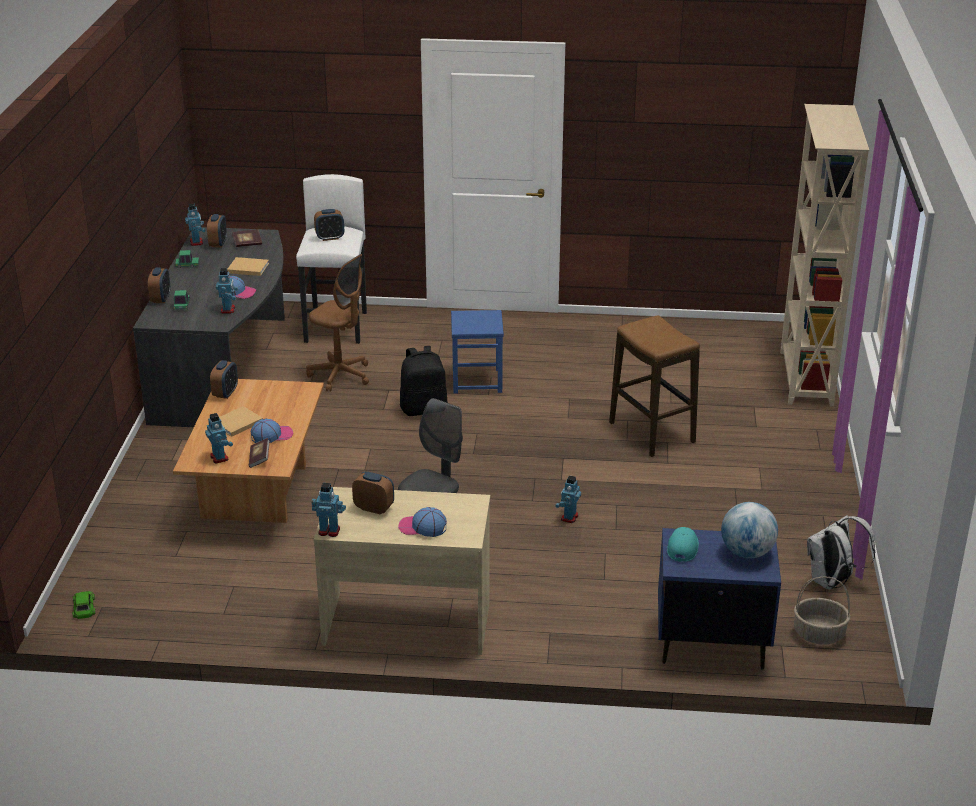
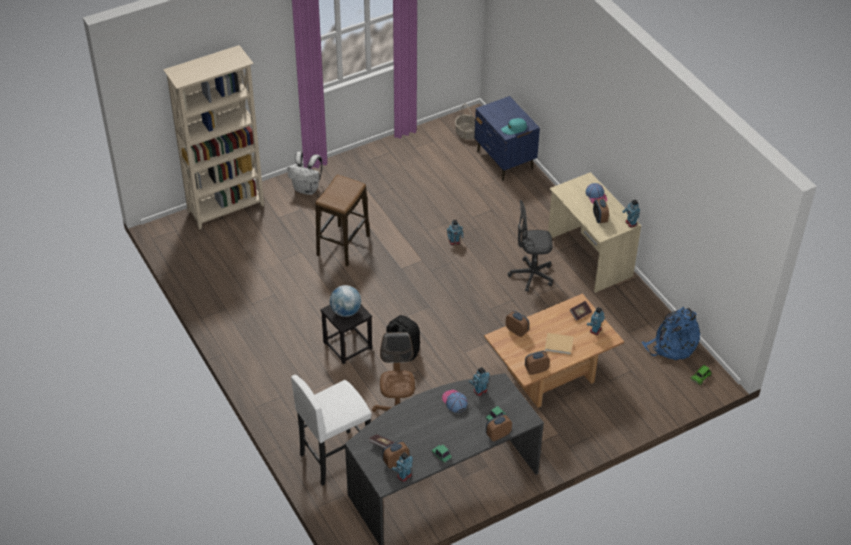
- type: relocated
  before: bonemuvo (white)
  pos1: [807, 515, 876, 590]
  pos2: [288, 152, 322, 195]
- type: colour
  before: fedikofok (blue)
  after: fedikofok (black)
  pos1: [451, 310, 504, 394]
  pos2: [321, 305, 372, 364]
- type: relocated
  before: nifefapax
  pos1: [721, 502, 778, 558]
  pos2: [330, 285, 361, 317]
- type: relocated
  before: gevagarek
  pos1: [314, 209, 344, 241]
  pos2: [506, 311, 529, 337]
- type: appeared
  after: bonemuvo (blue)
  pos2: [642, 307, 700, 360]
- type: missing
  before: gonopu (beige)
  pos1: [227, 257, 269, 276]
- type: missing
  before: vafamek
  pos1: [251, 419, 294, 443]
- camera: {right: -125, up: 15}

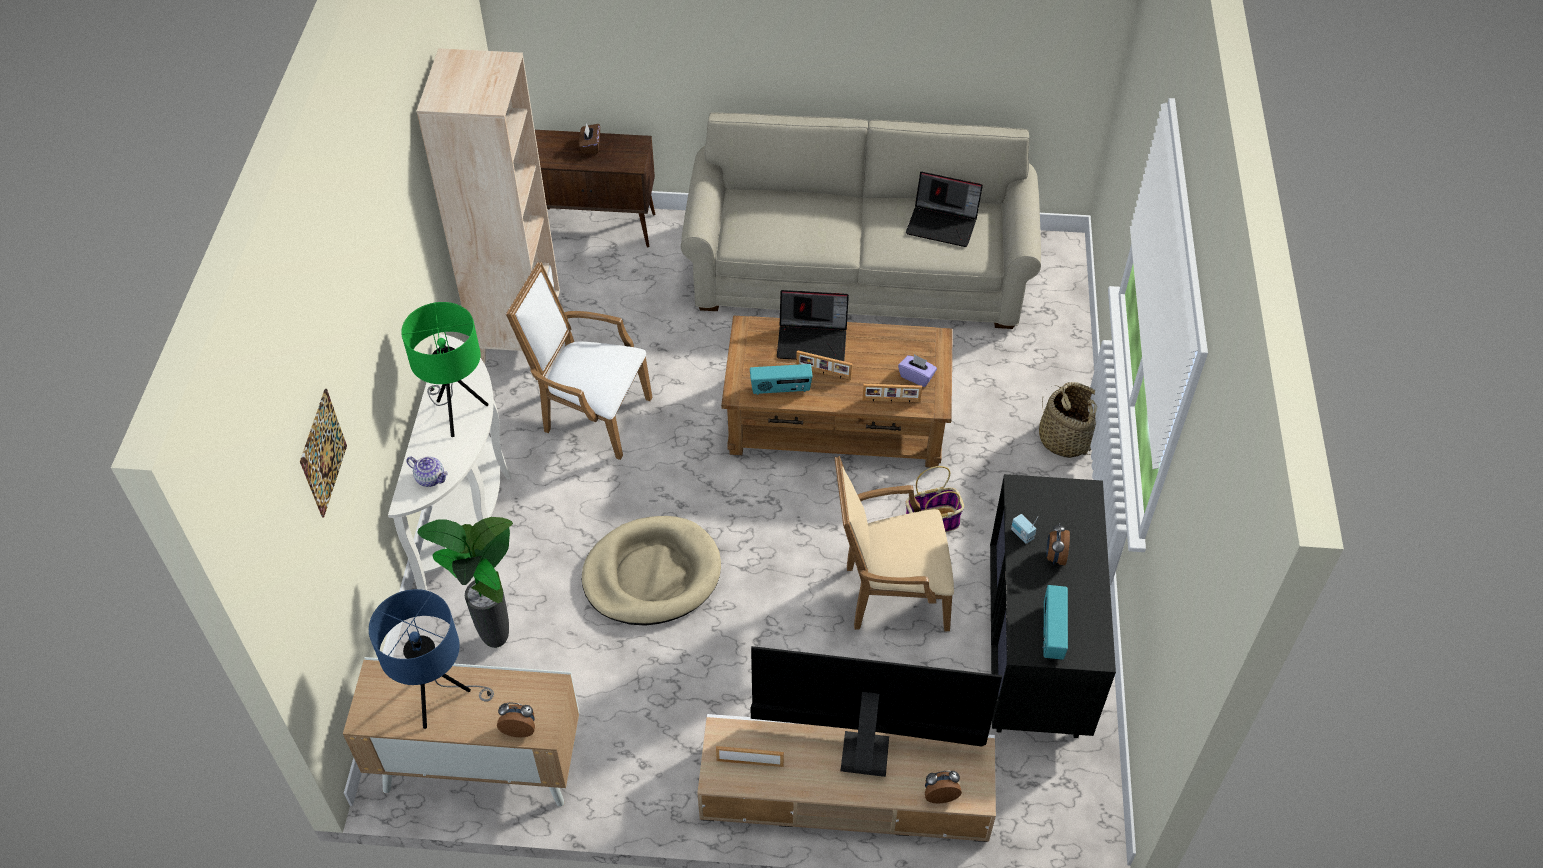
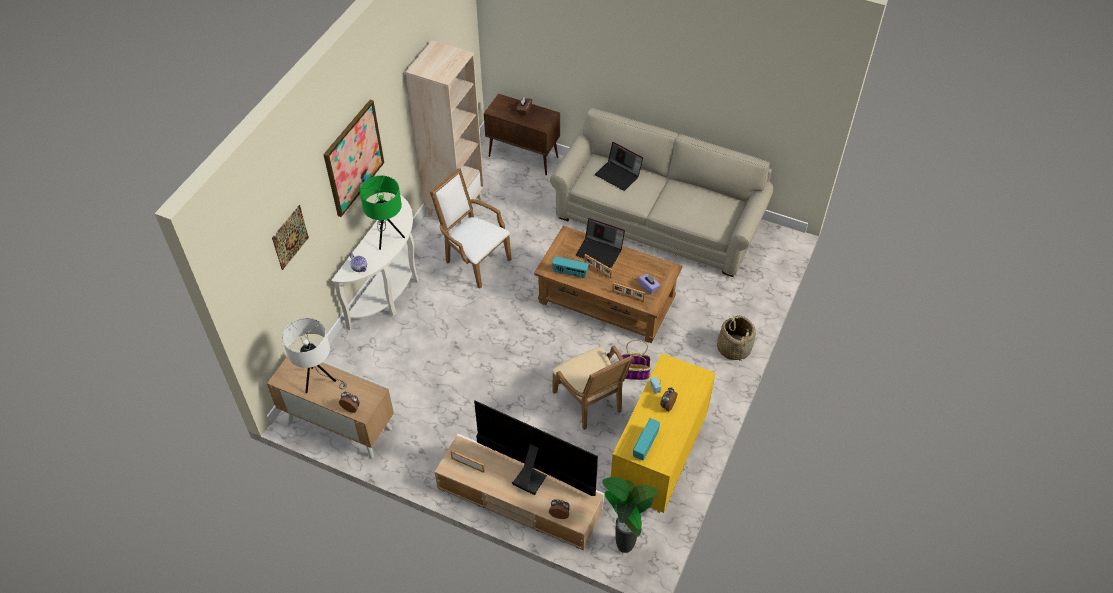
- type: colour
  before: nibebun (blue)
  after: nibebun (white)
  pos1: [369, 589, 494, 729]
  pos2: [282, 318, 347, 393]
- type: appeared
  after: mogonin
  pos2: [323, 100, 384, 217]
- type: spun
  before: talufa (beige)
  pos1: [834, 456, 954, 631]
  pos2: [552, 345, 634, 430]
  turn: -135
- type: relocated
  before: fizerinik
  pos1: [906, 172, 983, 247]
  pos2: [595, 142, 643, 191]
- type: relocated
  before: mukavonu
  pos1: [417, 517, 513, 648]
  pos2: [602, 477, 659, 553]
- type: colour
  before: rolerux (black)
  after: rolerux (yellow)
  pos1: [990, 474, 1116, 738]
  pos2: [611, 353, 716, 513]
- type: missing
  before: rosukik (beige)
  pos1: [582, 516, 721, 626]
- camera: {right: 20, up: 0}

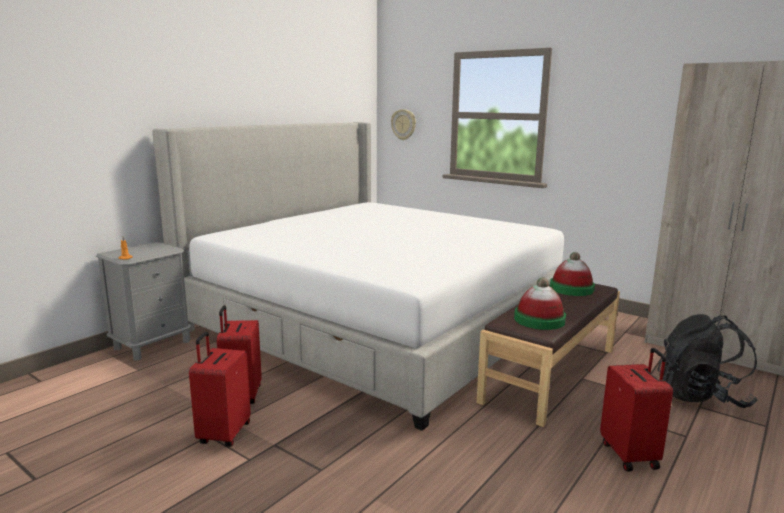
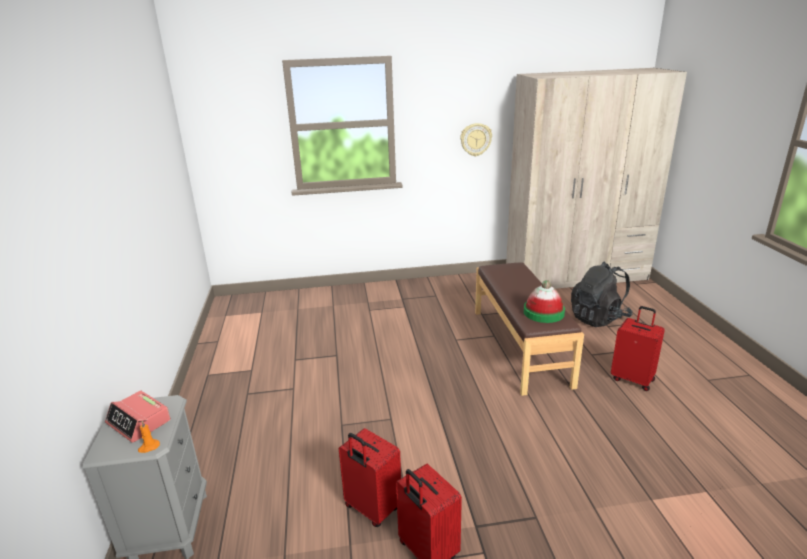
- type: appeared
  after: gevagarek
  pos2: [105, 390, 171, 443]
- type: relocated
  before: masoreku
  pos1: [391, 109, 416, 140]
  pos2: [460, 123, 492, 157]
- type: missing
  before: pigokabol
  pos1: [152, 122, 564, 431]
- type: missing
  before: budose
  pos1: [550, 252, 595, 296]
- camera: {right: -45, up: 10}

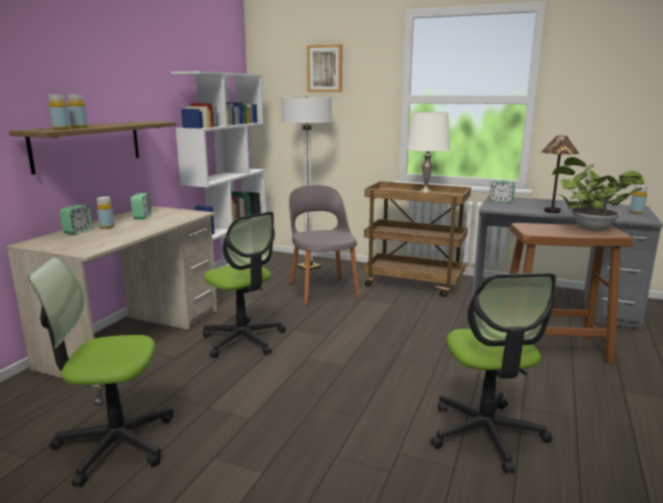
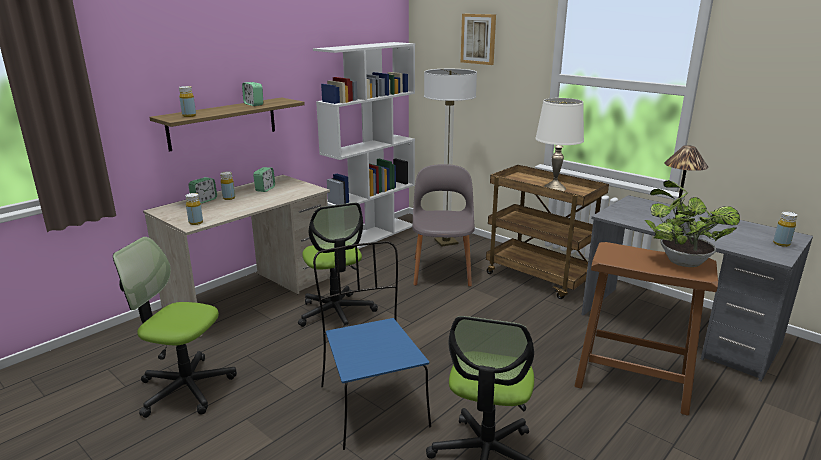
- type: relocated
  before: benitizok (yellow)
  pos1: [68, 94, 88, 128]
  pos2: [185, 193, 203, 225]
- type: relocated
  before: gevagarek
  pos1: [490, 180, 515, 202]
  pos2: [242, 82, 263, 106]
- type: appeared
  after: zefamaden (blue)
  pos2: [313, 241, 431, 450]
- camera: {right: 20, up: 5}

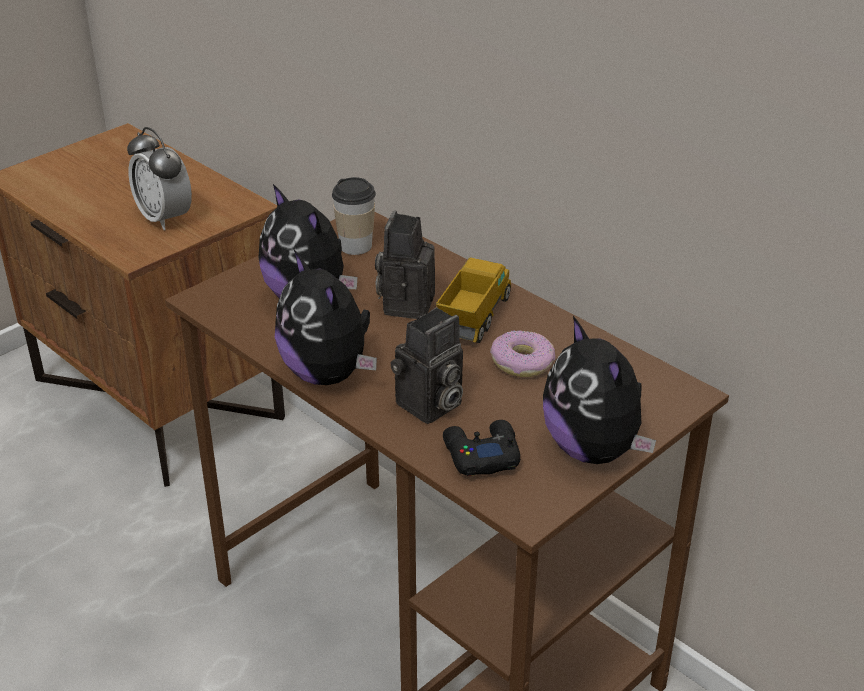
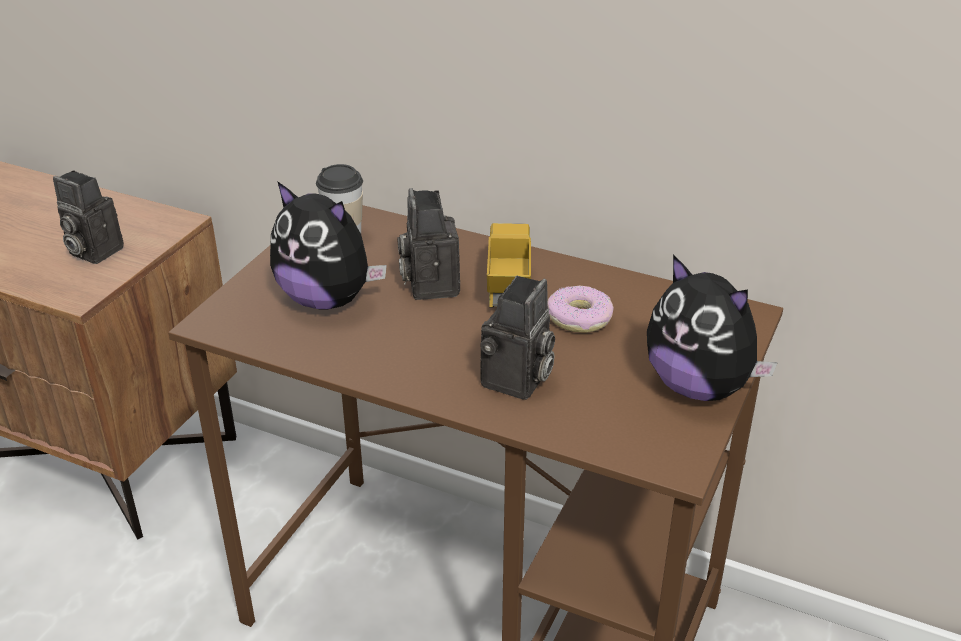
- type: exchanged
  before: gevagarek
  after: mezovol
  pos1: [127, 127, 192, 230]
  pos2: [53, 170, 124, 264]
- type: missing
  before: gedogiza
  pos1: [275, 250, 377, 385]
- type: missing
  before: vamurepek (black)
  pos1: [443, 420, 520, 476]
- camera: {right: -20, up: 0}

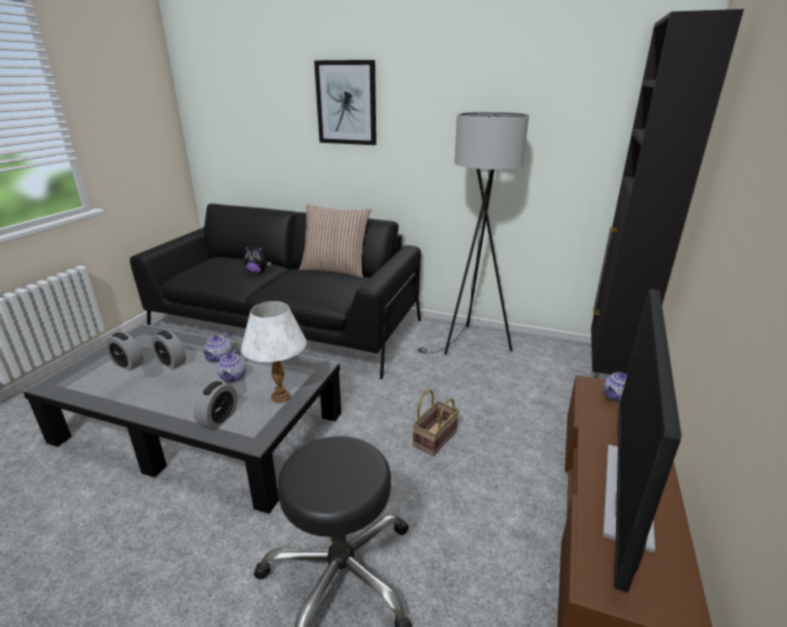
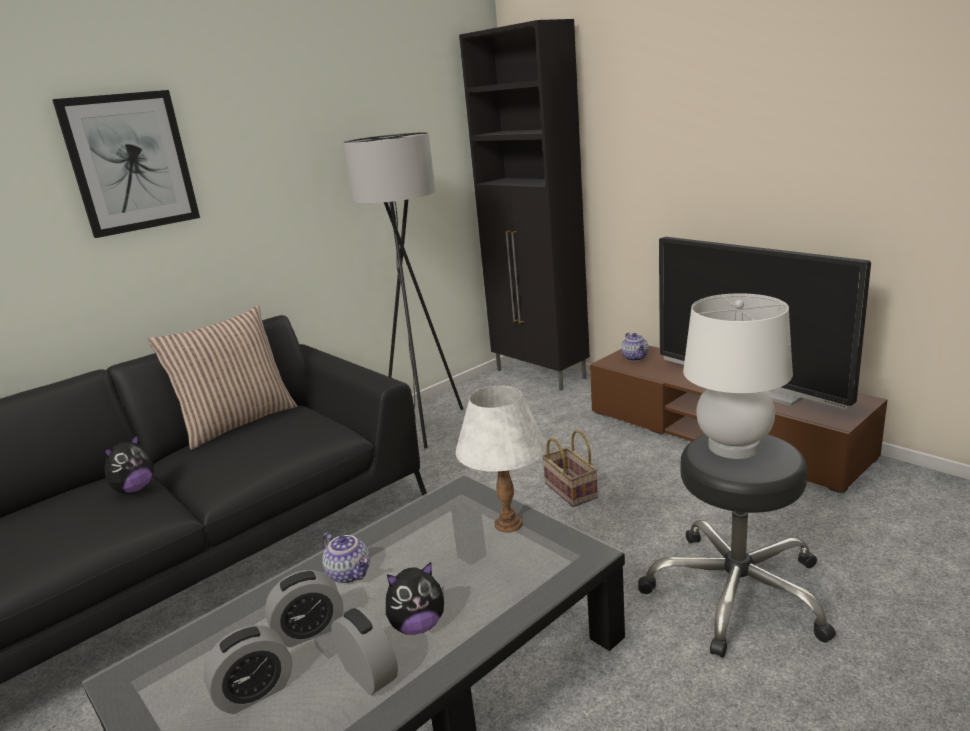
- type: relocated
  before: gevagarek
  pos1: [194, 381, 237, 430]
  pos2: [331, 607, 398, 695]
- type: appeared
  after: gedogiza
  pos2: [386, 562, 444, 635]
- type: appeared
  after: nibebun (white)
  pos2: [683, 293, 793, 459]
- type: missing
  before: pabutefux
  pos1: [217, 349, 247, 383]
- camera: {right: -60, up: -5}

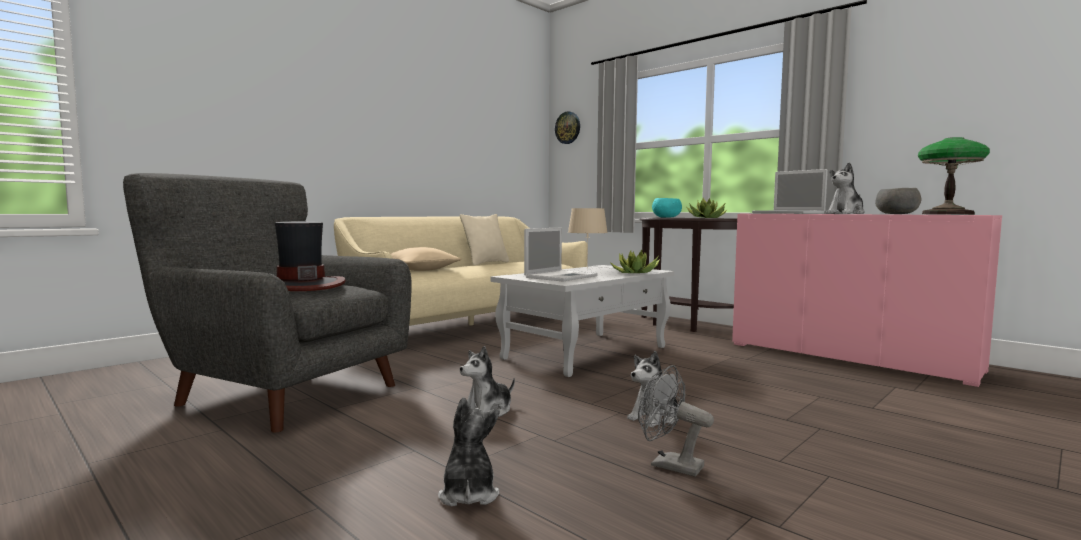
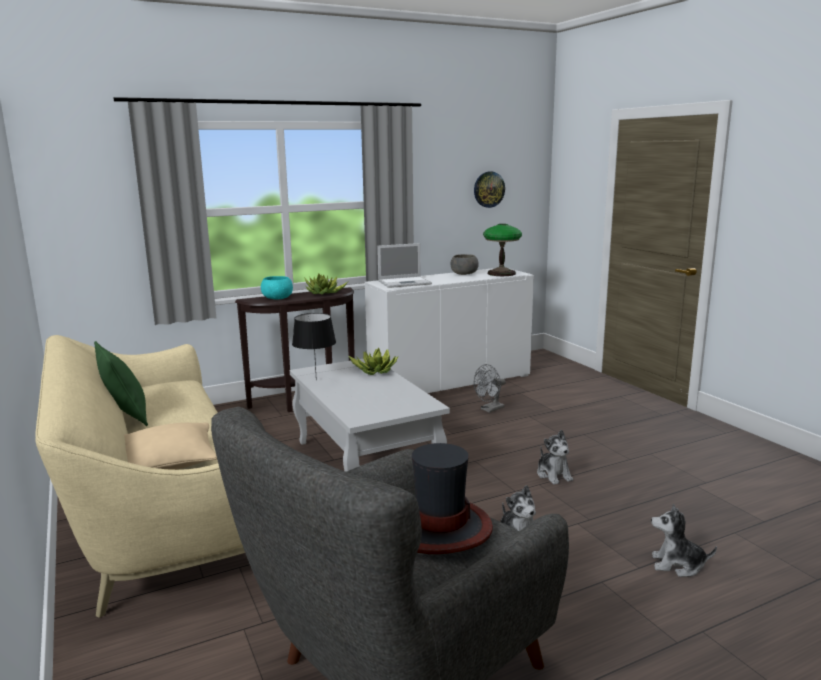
- type: colour
  before: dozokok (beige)
  after: dozokok (green)
  pos1: [460, 214, 509, 266]
  pos2: [94, 341, 148, 426]
- type: colour
  before: nibebun (beige)
  after: nibebun (black)
  pos1: [568, 208, 608, 265]
  pos2: [292, 313, 336, 381]
- type: colour
  before: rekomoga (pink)
  after: rekomoga (white)
  pos1: [732, 214, 1002, 387]
  pos2: [365, 268, 534, 393]
- type: relocated
  before: masoreku
  pos1: [555, 111, 580, 144]
  pos2: [474, 172, 505, 208]
- type: relocated
  before: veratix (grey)
  pos1: [638, 365, 714, 477]
  pos2: [474, 364, 506, 413]
- type: missing
  before: fizerinik
  pos1: [524, 228, 598, 281]
- type: missing
  before: gedogiza
  pos1: [826, 162, 865, 214]
- camera: {right: -70, up: 10}

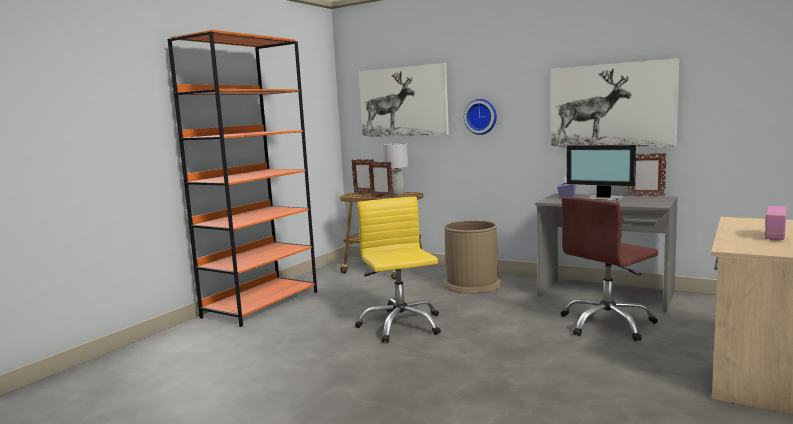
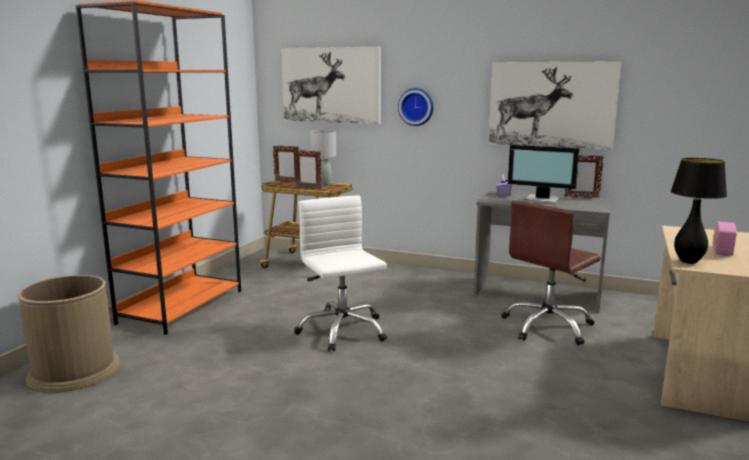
- type: relocated
  before: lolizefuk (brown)
  pos1: [443, 220, 502, 294]
  pos2: [18, 275, 120, 393]
- type: colour
  before: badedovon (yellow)
  after: badedovon (white)
  pos1: [355, 197, 441, 343]
  pos2: [294, 195, 387, 352]
- type: appeared
  after: nibebun (black)
  pos2: [670, 158, 727, 264]
- camera: {right: -10, up: 5}

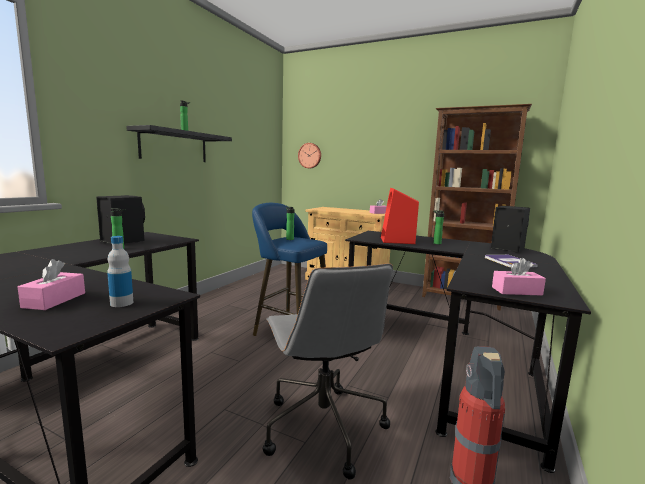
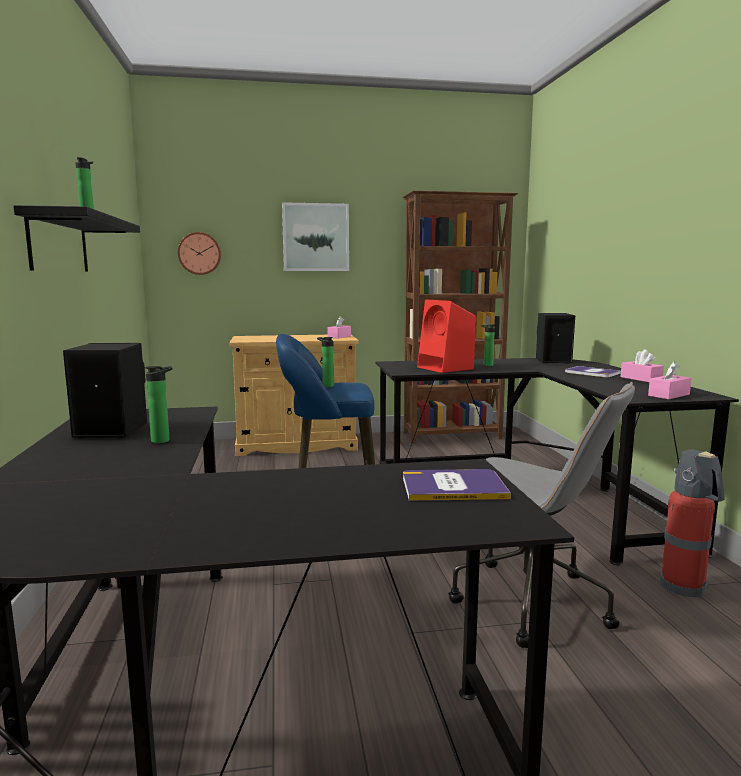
- type: appeared
  after: mogonin
  pos2: [282, 202, 349, 271]
- type: exchanged
  before: benitizok
  after: gonopu
  pos1: [107, 236, 133, 307]
  pos2: [403, 469, 511, 501]
- type: relocated
  before: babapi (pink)
  pos1: [17, 259, 85, 310]
  pos2: [621, 349, 664, 382]
- camera: {right: -35, up: 0}

